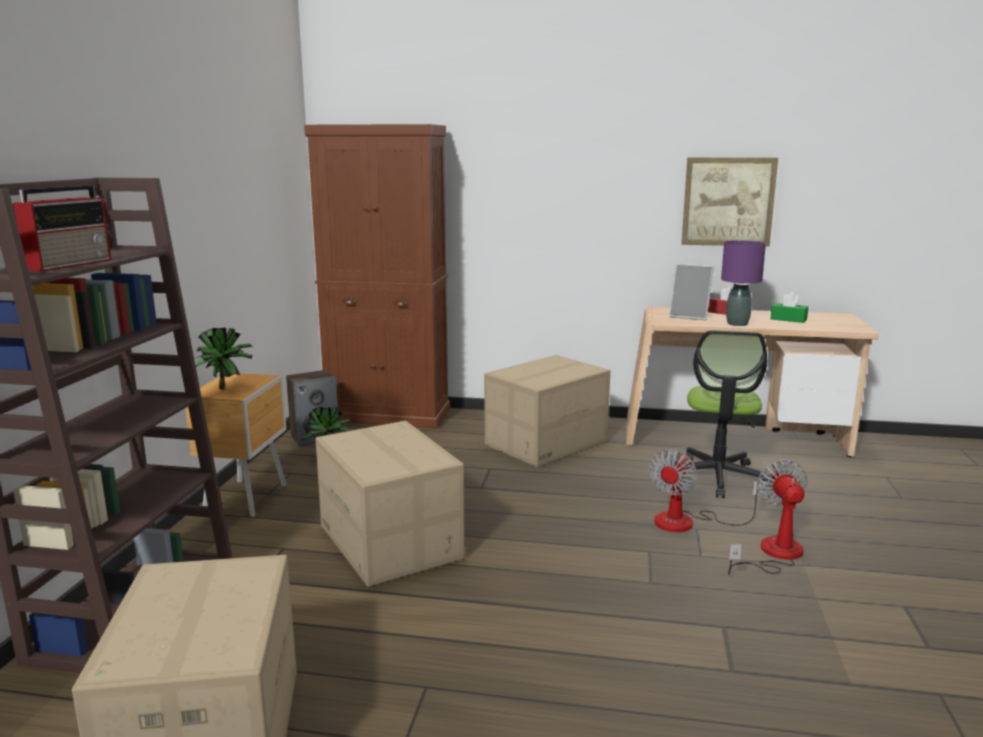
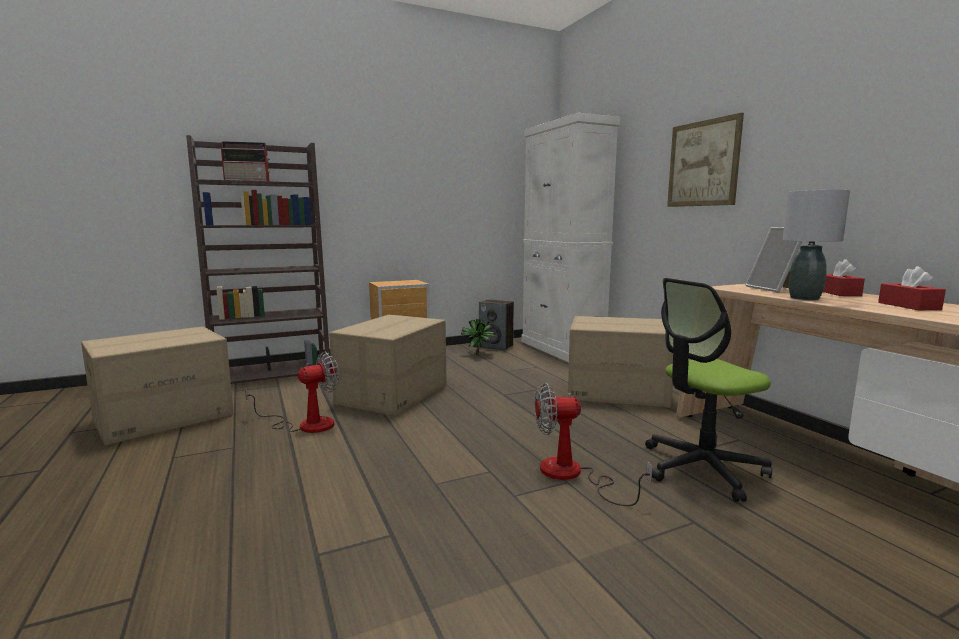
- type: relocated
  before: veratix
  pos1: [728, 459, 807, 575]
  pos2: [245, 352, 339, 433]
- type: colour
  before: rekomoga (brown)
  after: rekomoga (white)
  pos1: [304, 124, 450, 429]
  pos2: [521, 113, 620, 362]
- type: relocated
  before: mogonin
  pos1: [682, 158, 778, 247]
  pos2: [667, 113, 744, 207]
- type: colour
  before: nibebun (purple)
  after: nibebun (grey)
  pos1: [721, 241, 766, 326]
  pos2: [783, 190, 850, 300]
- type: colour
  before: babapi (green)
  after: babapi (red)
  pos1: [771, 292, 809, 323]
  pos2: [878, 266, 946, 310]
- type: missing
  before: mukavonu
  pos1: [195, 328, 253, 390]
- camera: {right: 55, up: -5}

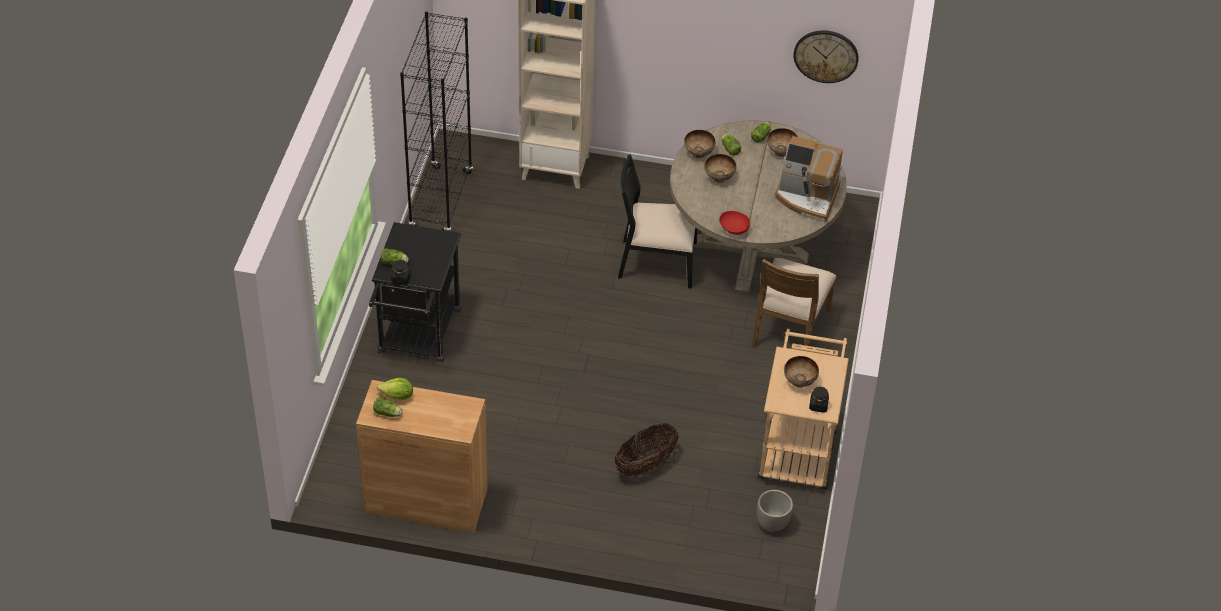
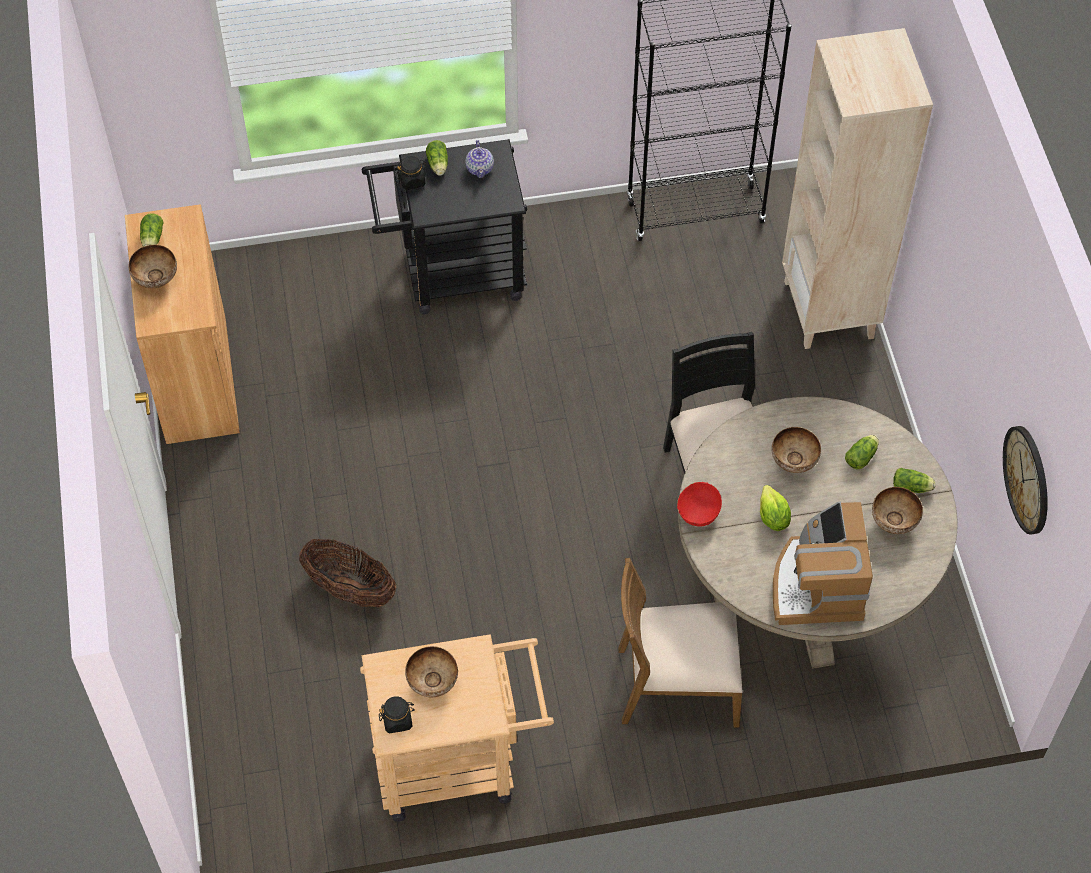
- type: relocated
  before: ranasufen
  pos1: [684, 130, 715, 158]
  pos2: [128, 245, 177, 288]
- type: appeared
  after: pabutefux
  pos2: [465, 140, 494, 178]
- type: relocated
  before: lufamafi
  pos1: [377, 378, 413, 400]
  pos2: [760, 485, 791, 531]
- type: missing
  before: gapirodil
  pos1: [757, 490, 793, 531]
- camera: {right: 70, up: 10}

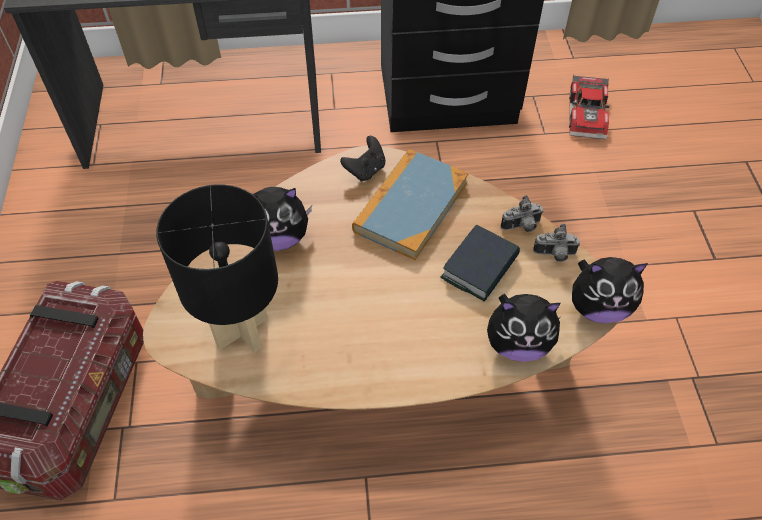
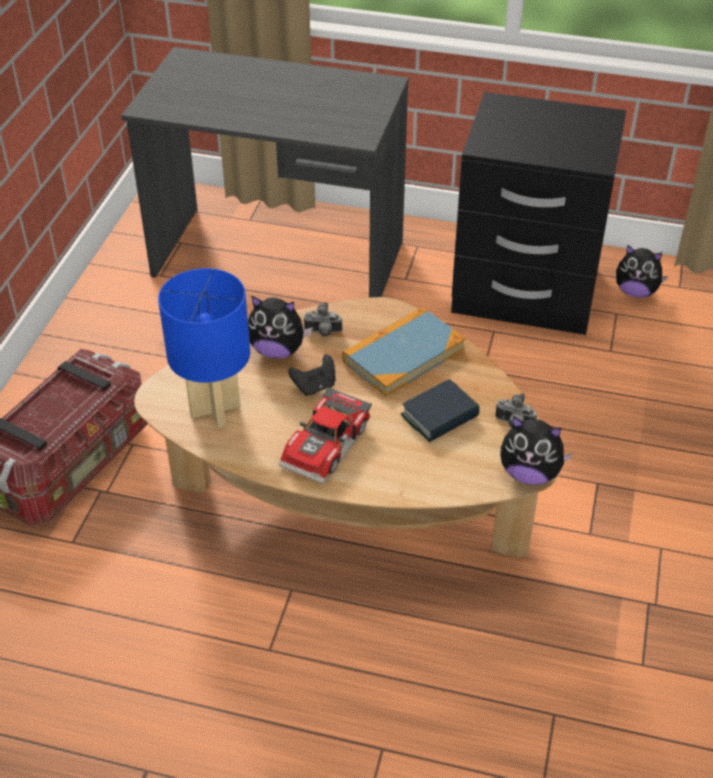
- type: colour
  before: nibebun (black)
  after: nibebun (blue)
  pos1: [156, 184, 278, 353]
  pos2: [158, 268, 250, 428]
- type: relocated
  before: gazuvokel
  pos1: [569, 75, 609, 140]
  pos2: [279, 387, 372, 484]
- type: relocated
  before: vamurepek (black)
  pos1: [340, 136, 386, 181]
  pos2: [288, 354, 335, 396]
- type: relocated
  before: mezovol
  pos1: [501, 195, 544, 232]
  pos2: [303, 302, 342, 336]
- type: relocated
  before: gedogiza
  pos1: [487, 294, 562, 362]
  pos2: [616, 244, 668, 298]
- camera: {right: 20, up: -10}

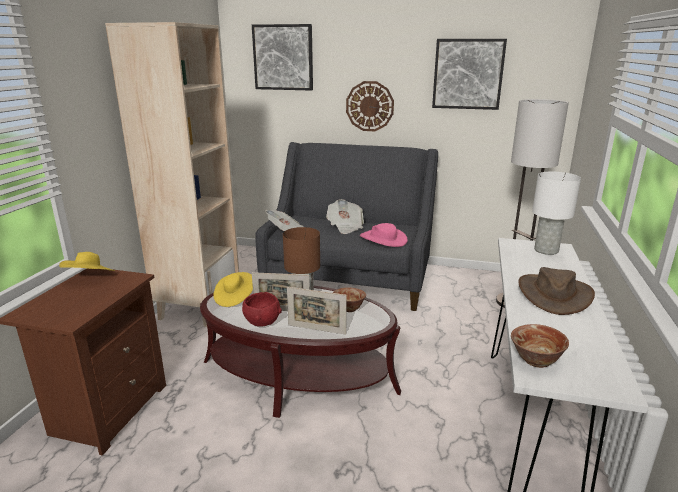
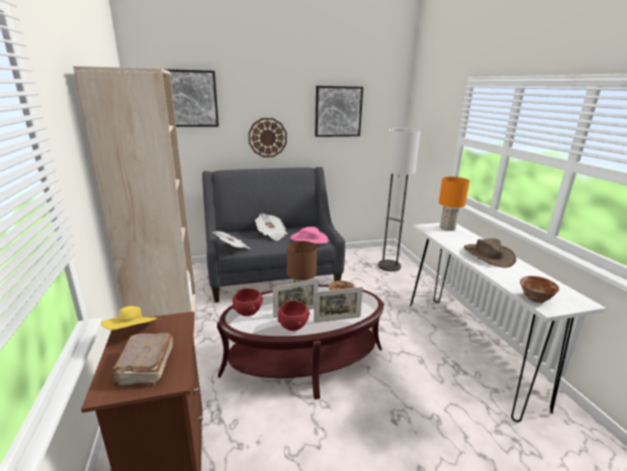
- type: appeared
  after: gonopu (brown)
  pos2: [112, 333, 173, 386]
- type: exchanged
  before: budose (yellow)
  after: ranasufen (red)
  pos1: [213, 272, 253, 307]
  pos2: [232, 288, 263, 316]
- type: colour
  before: nibebun (white)
  after: nibebun (orange)
  pos1: [532, 172, 581, 255]
  pos2: [439, 177, 470, 231]
- camera: {right: -30, up: 0}

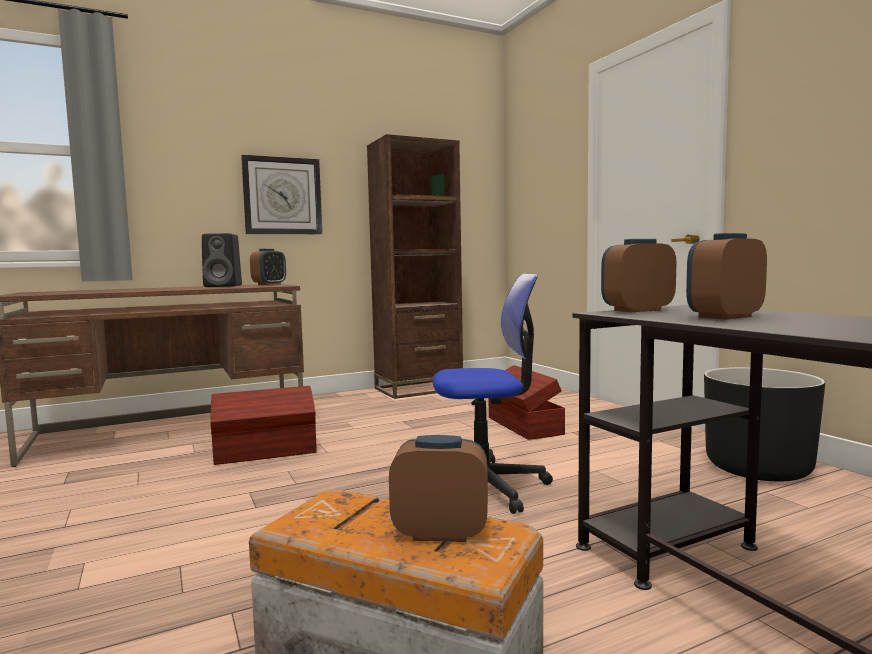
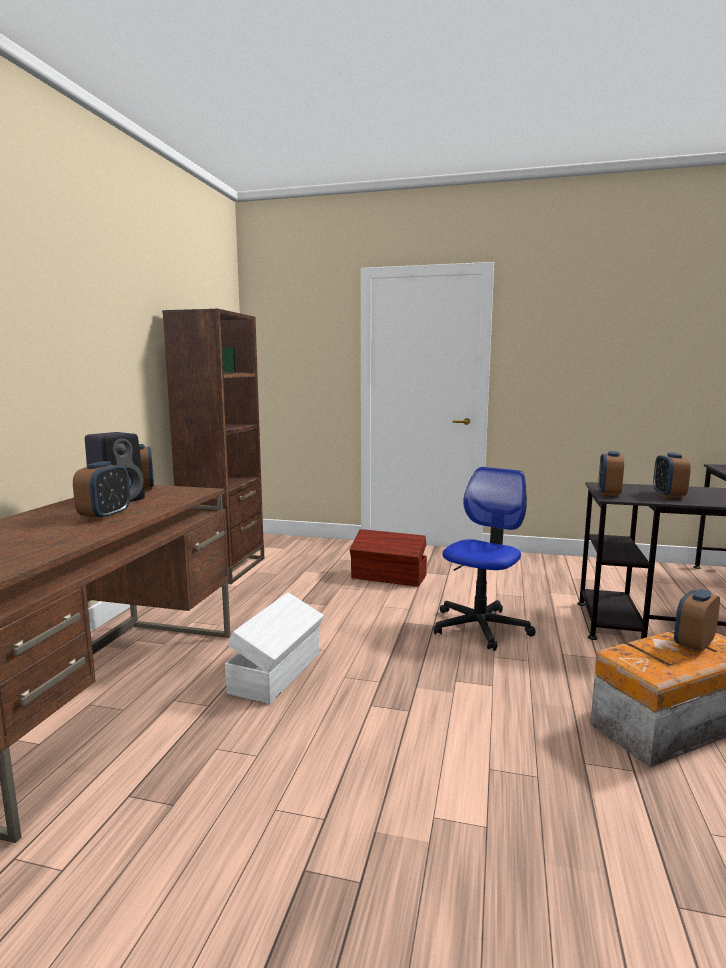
- type: appeared
  after: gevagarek
  pos2: [73, 461, 130, 520]
- type: colour
  before: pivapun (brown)
  after: pivapun (white)
  pos1: [210, 386, 317, 465]
  pos2: [225, 592, 324, 704]
- type: missing
  before: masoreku
  pos1: [241, 155, 322, 234]
- type: missing
  before: gapirodil (black)
  pos1: [704, 367, 825, 481]
- camera: {right: -50, up: 5}

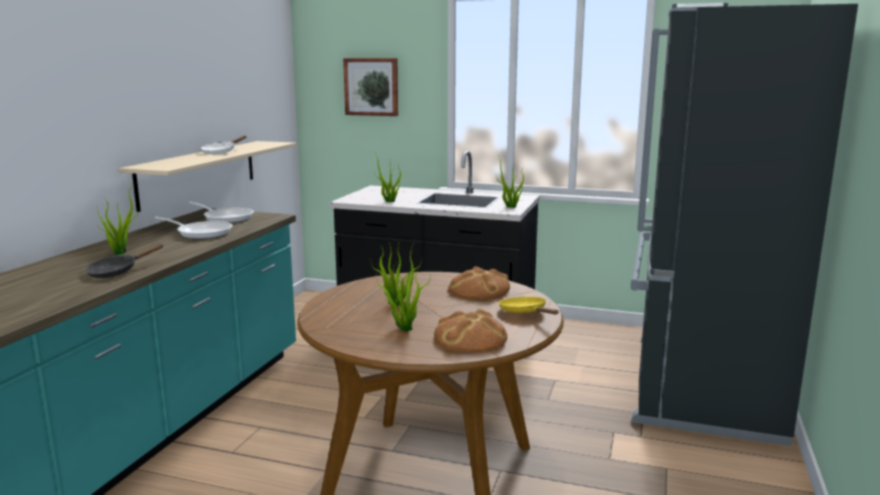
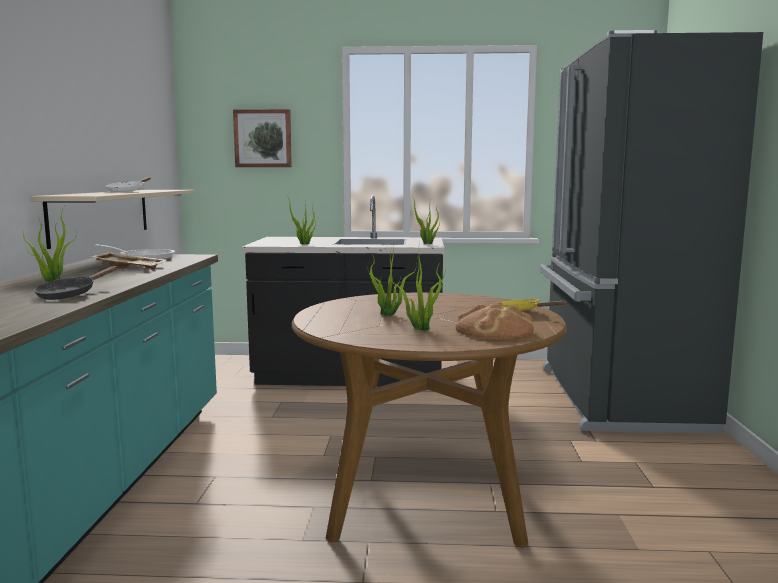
- type: exchanged
  before: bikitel
  after: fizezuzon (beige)
  pos1: [154, 216, 233, 239]
  pos2: [90, 252, 166, 270]
- type: missing
  before: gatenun
  pos1: [449, 266, 510, 299]
- camera: {right: -15, up: -5}

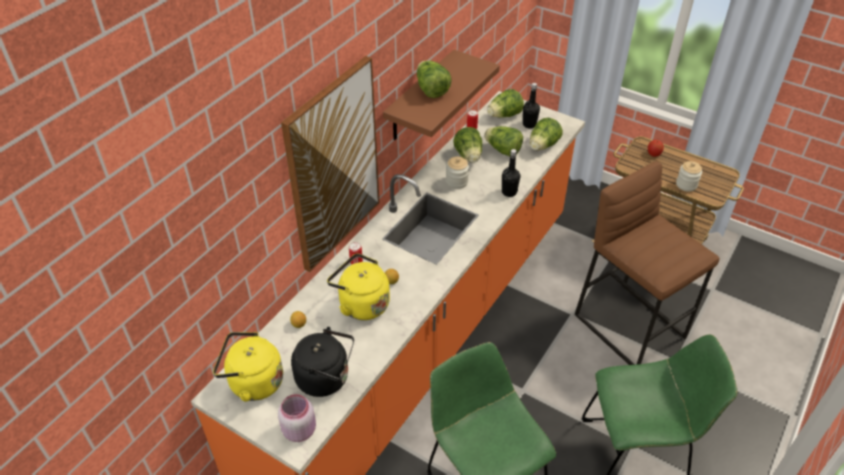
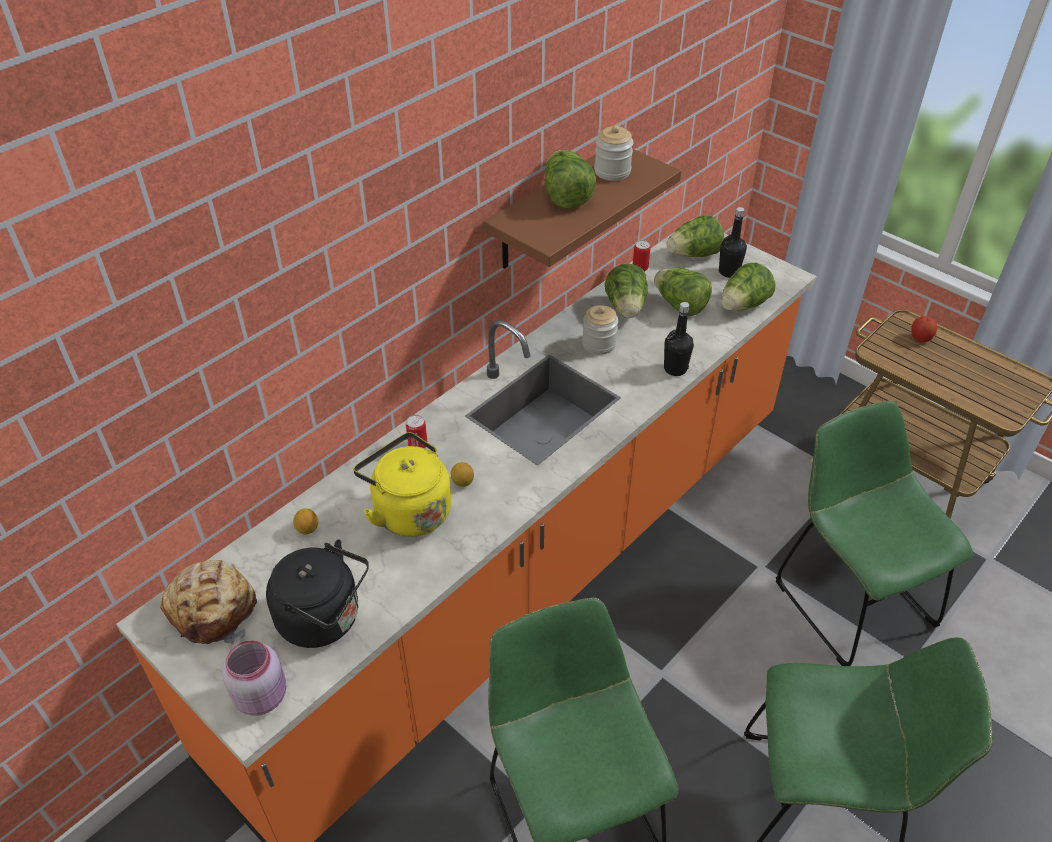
- type: exchanged
  before: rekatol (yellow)
  after: gatenun
  pos1: [213, 332, 283, 402]
  pos2: [160, 560, 257, 645]
- type: relocated
  before: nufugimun
  pos1: [676, 161, 702, 192]
  pos2: [594, 125, 633, 181]
- type: exchanged
  before: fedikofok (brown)
  after: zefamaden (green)
  pos1: [574, 161, 719, 365]
  pos2: [776, 401, 973, 666]
- type: missing
  before: mogonin
  pos1: [281, 56, 380, 272]
- camera: {right: 10, up: 0}

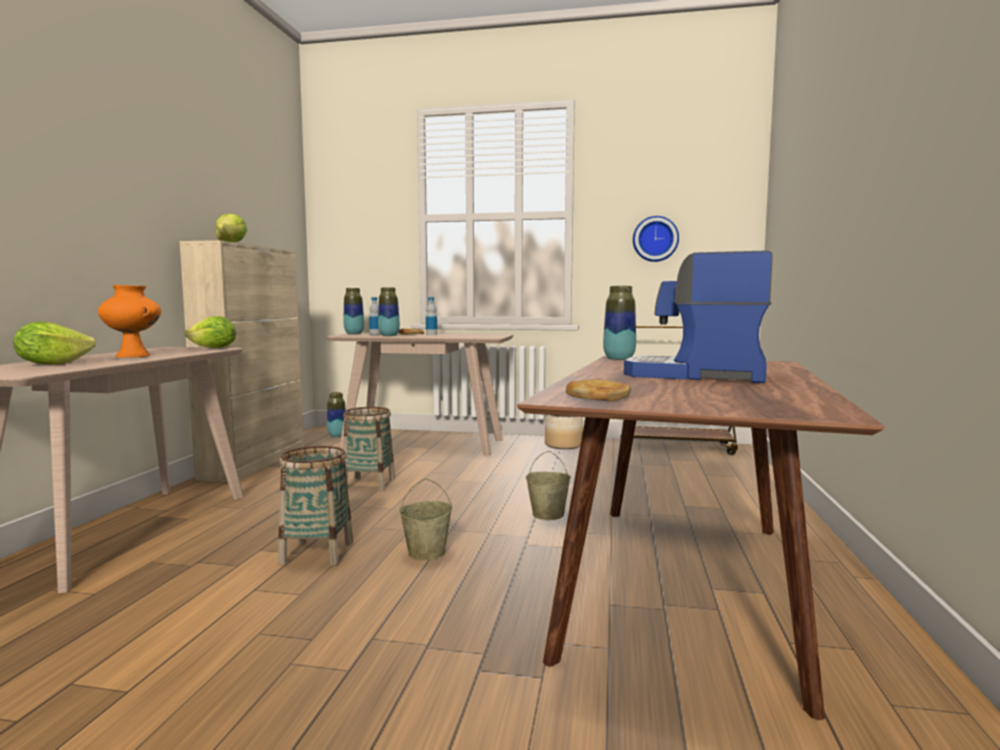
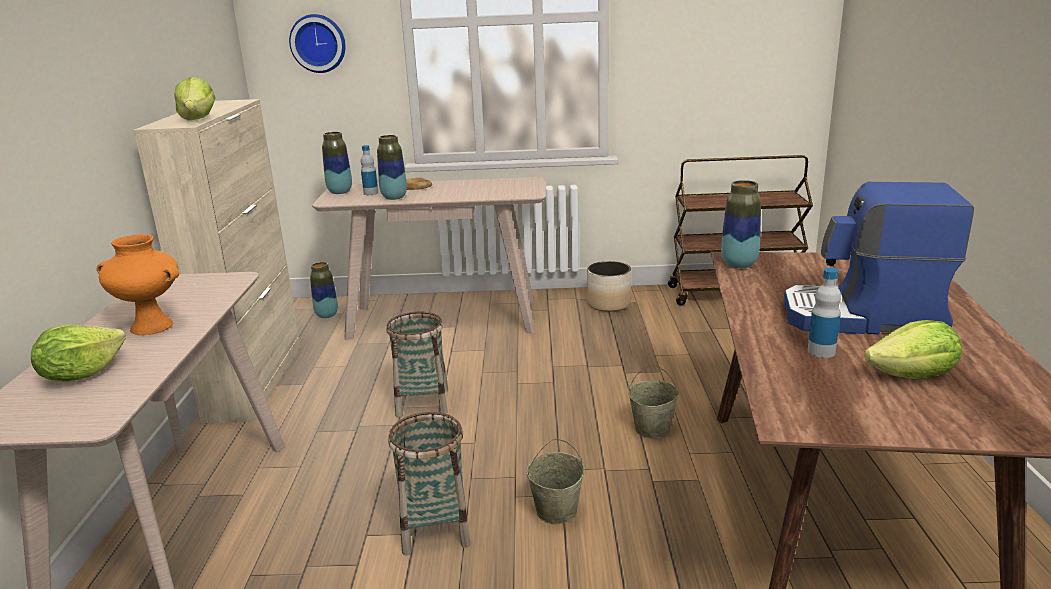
- type: relocated
  before: masoreku
  pos1: [633, 216, 679, 262]
  pos2: [289, 14, 346, 73]
- type: relocated
  before: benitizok
  pos1: [426, 297, 437, 335]
  pos2: [807, 268, 841, 358]
- type: relocated
  before: lufamafi
  pos1: [184, 316, 236, 348]
  pos2: [864, 320, 962, 379]
- type: missing
  before: gatenun
  pos1: [566, 379, 631, 401]
- camera: {right: -10, up: 15}

